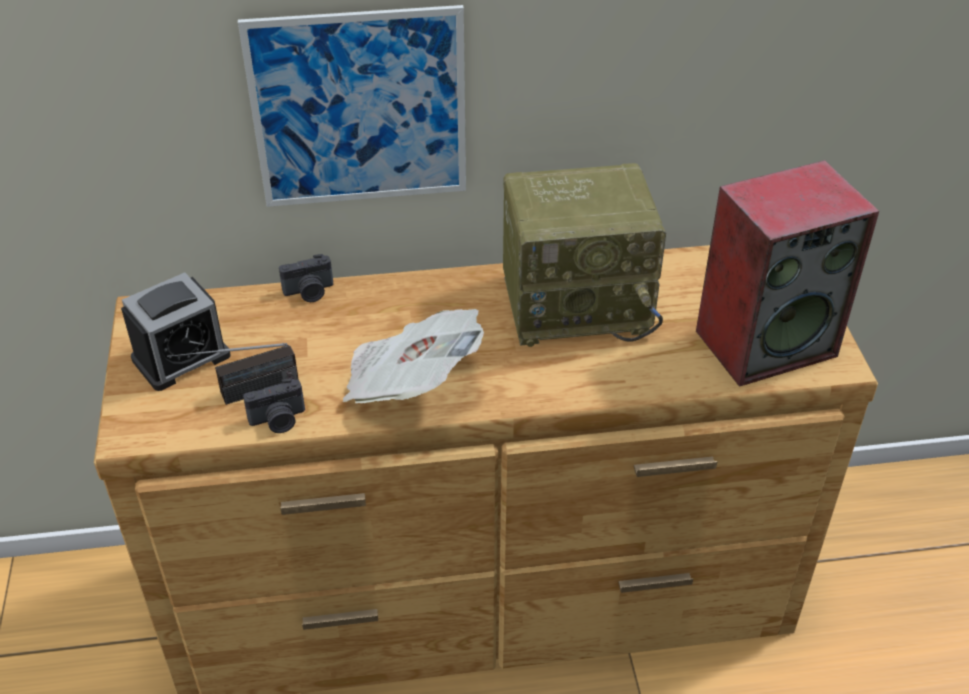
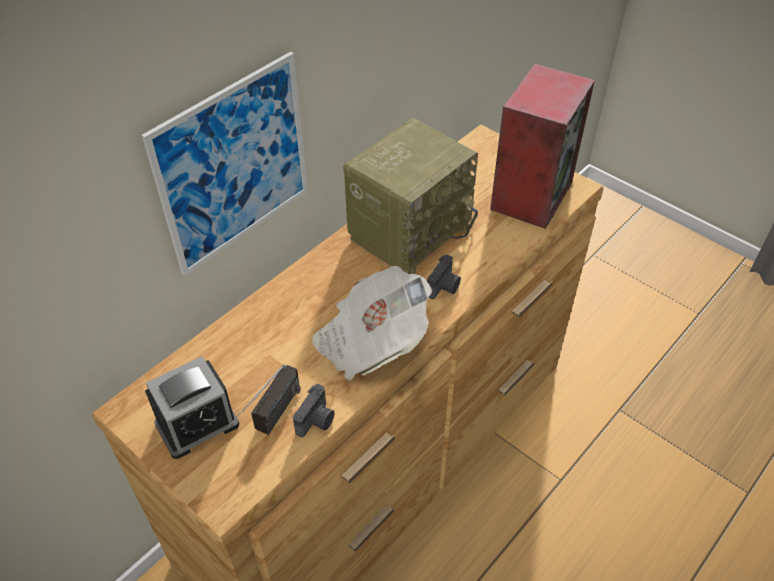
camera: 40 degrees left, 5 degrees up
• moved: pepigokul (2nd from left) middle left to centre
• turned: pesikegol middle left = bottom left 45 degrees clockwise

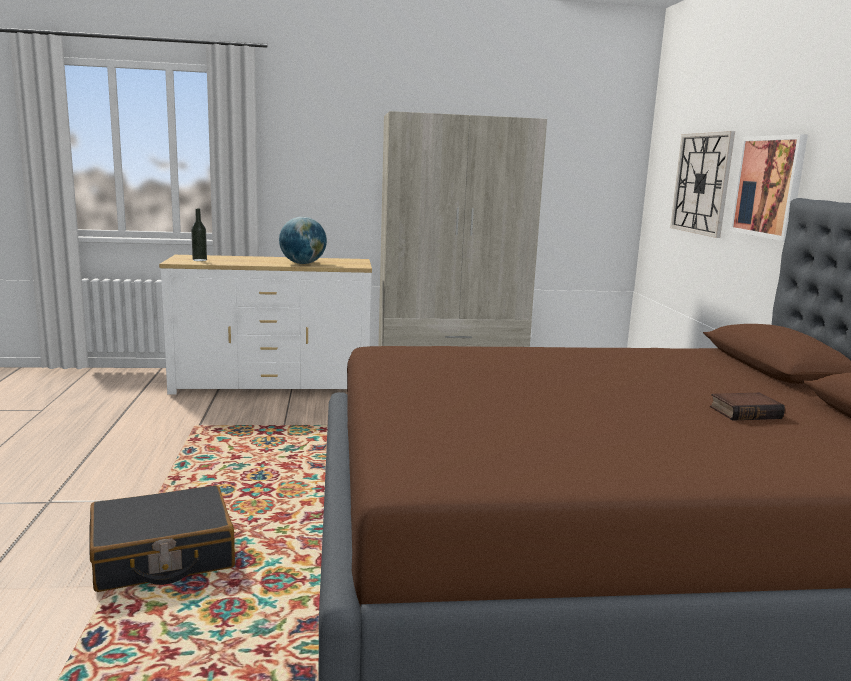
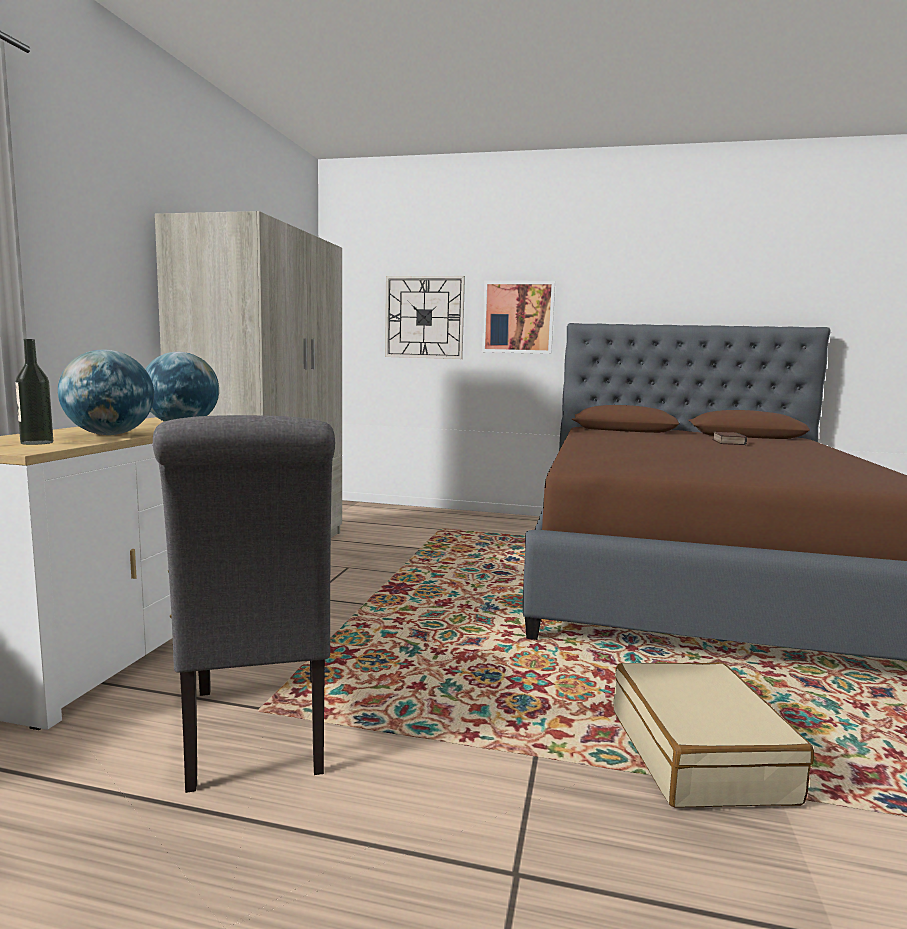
camera: 70 degrees left, 5 degrees down
• recoloured: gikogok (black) bottom left to gikogok (beige) bottom right
• added: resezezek (1st from left) middle left
• added: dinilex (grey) middle left

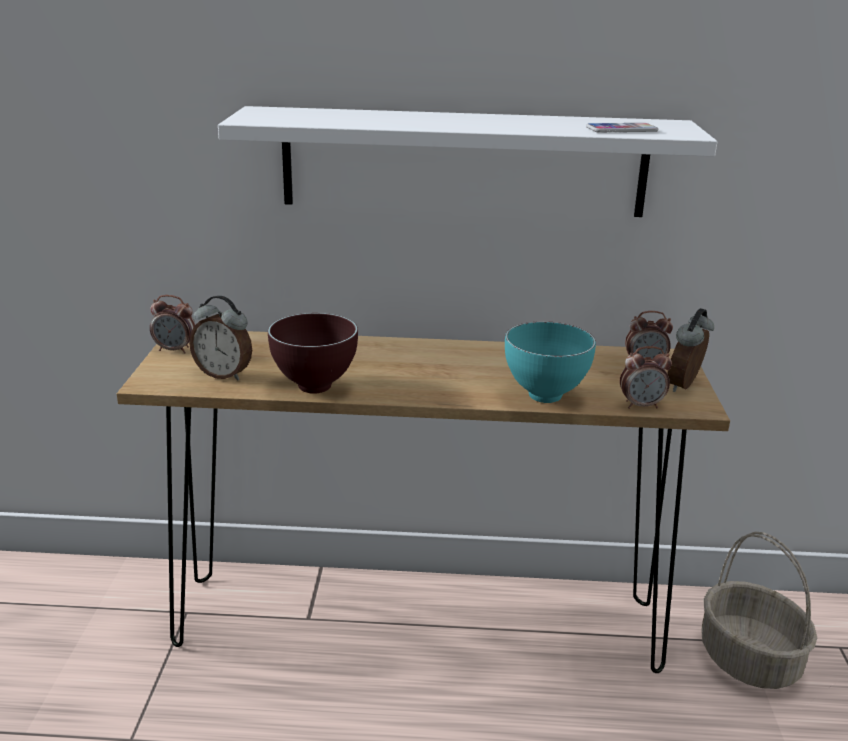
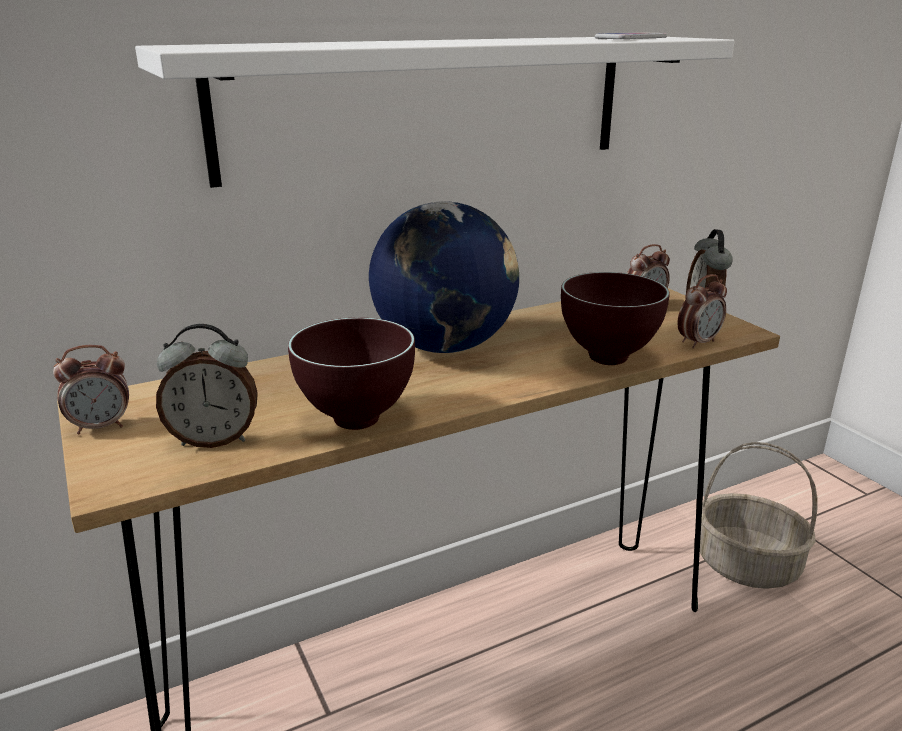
camera: 30 degrees left, 0 degrees up
• recoloured: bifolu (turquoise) centre to bifolu (brown) (2nd from left) middle right
• added: resezezek centre

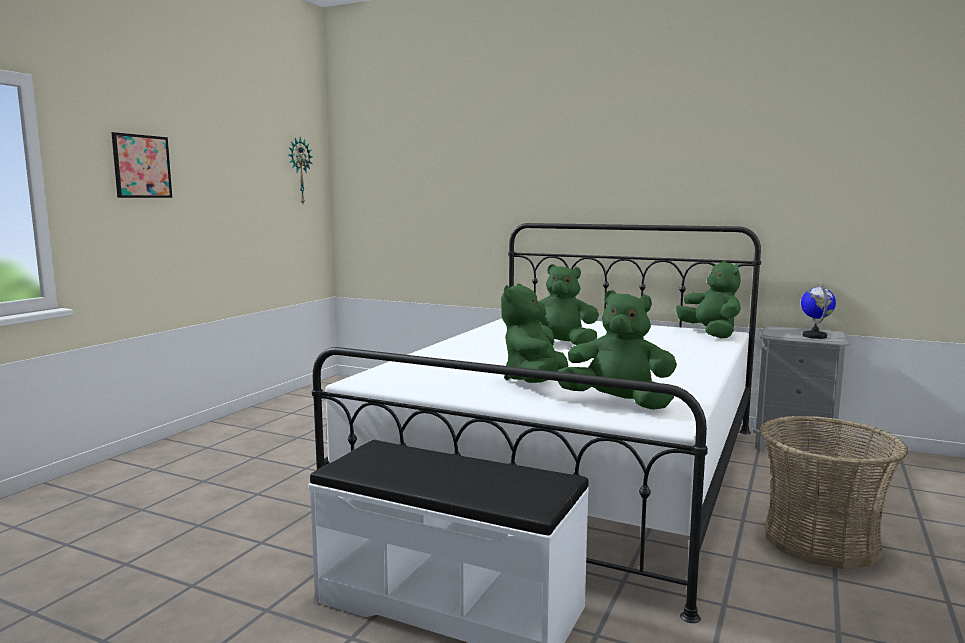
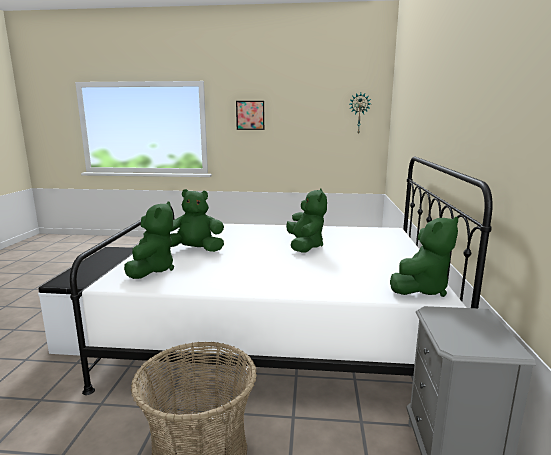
camera: 70 degrees right, 5 degrees up
• removed: resezezek middle right

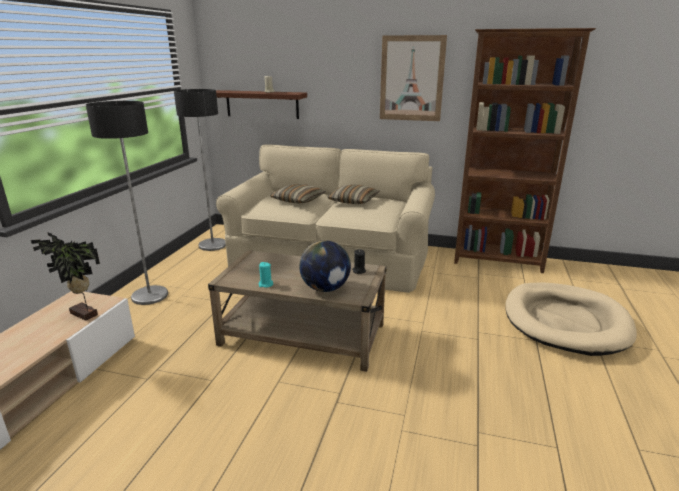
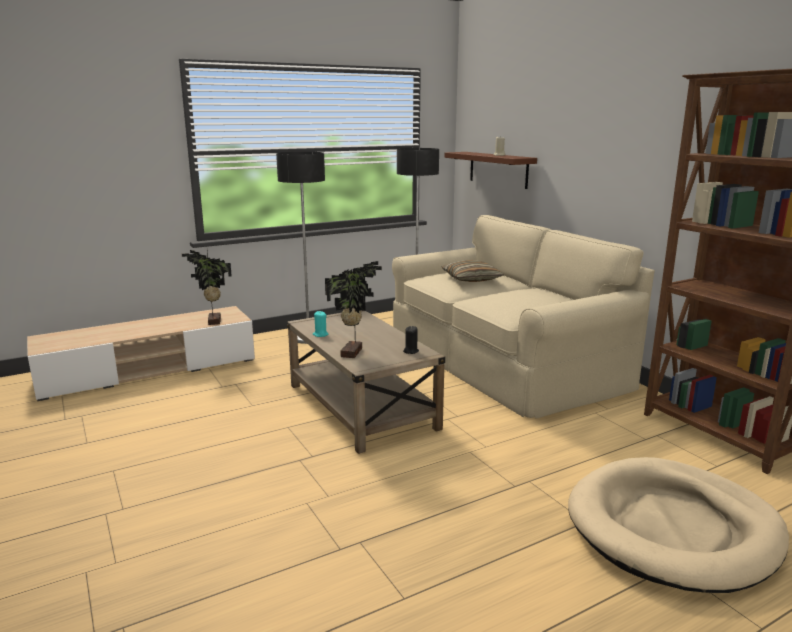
camera: 45 degrees right, 5 degrees down
• removed: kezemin top centre
• removed: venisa (2nd from left) centre
• replaced: resezezek centre to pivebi (2nd from left) centre

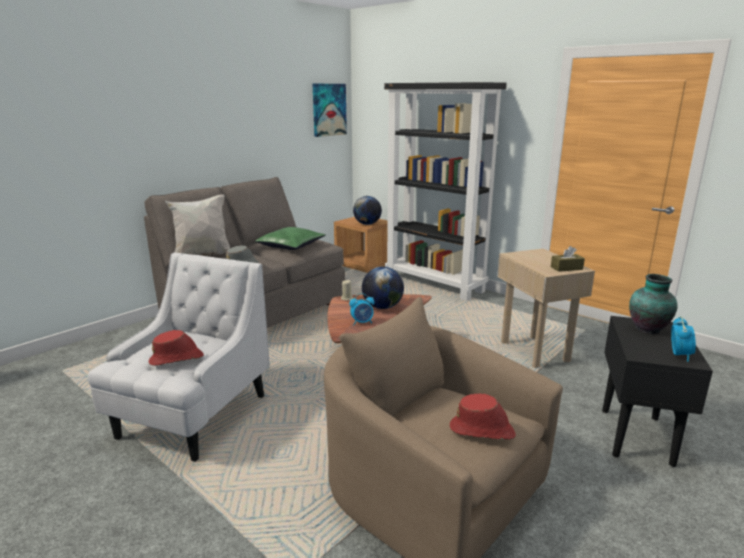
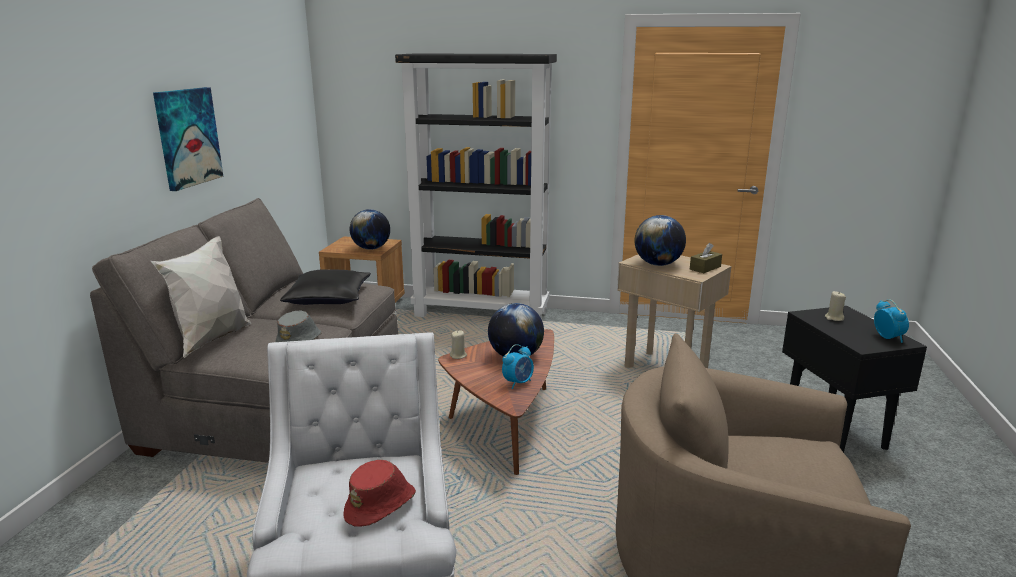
camera: 30 degrees left, 0 degrees up
• moved: kezemin top centre to top left
• recoloured: venisa (green) centre to venisa (black) middle left
• replaced: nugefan middle right to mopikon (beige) (2nd from left) middle right
• removed: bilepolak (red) (2nd from left) bottom centre
• added: resezezek (3rd from left) centre

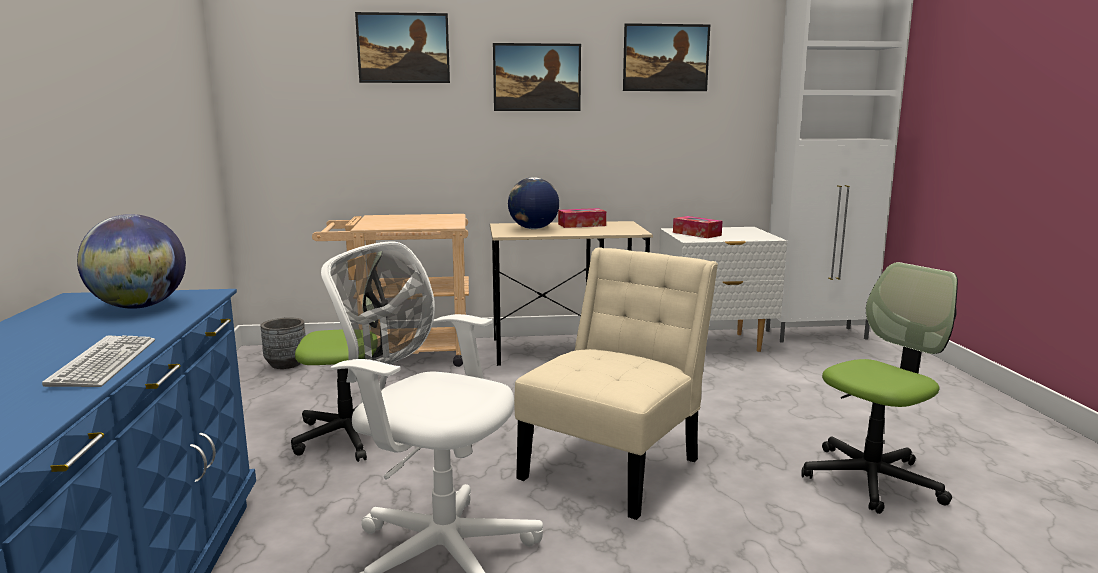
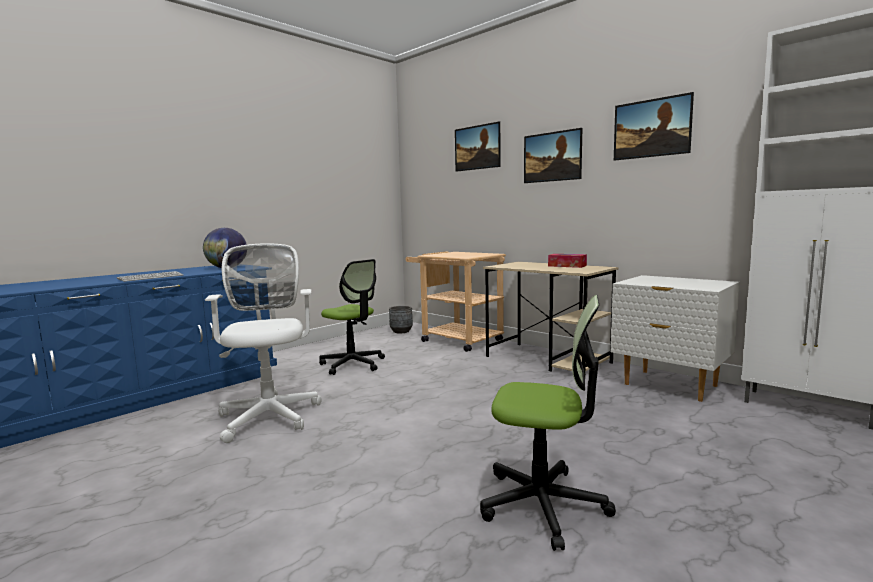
camera: 50 degrees right, 5 degrees down
• removed: resezezek (2nd from left) centre
• removed: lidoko (2nd from left) centre
• removed: dinilex (beige) bottom centre

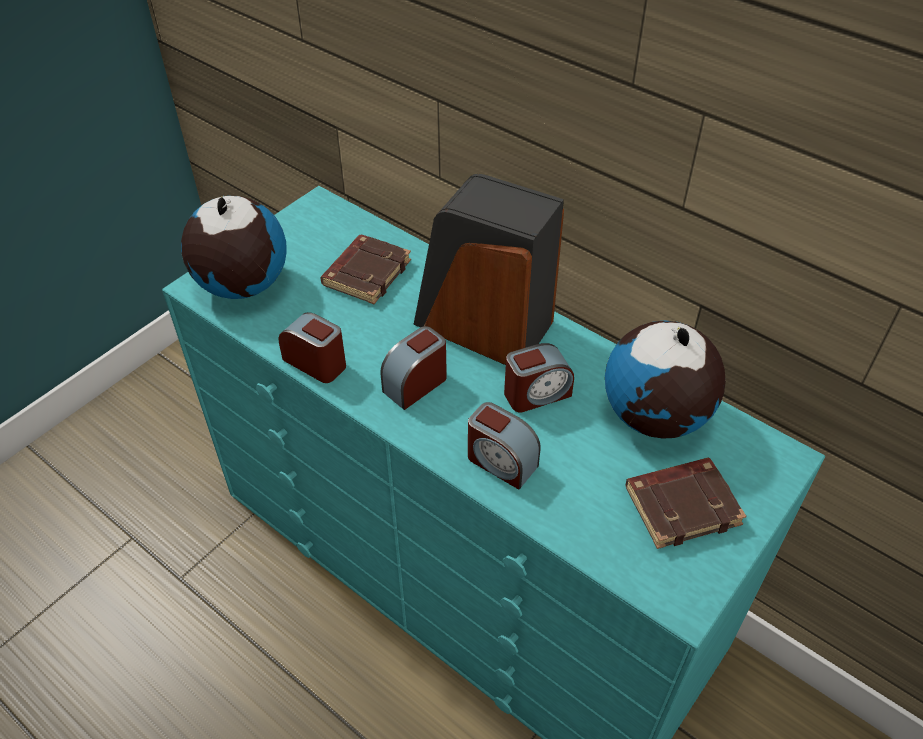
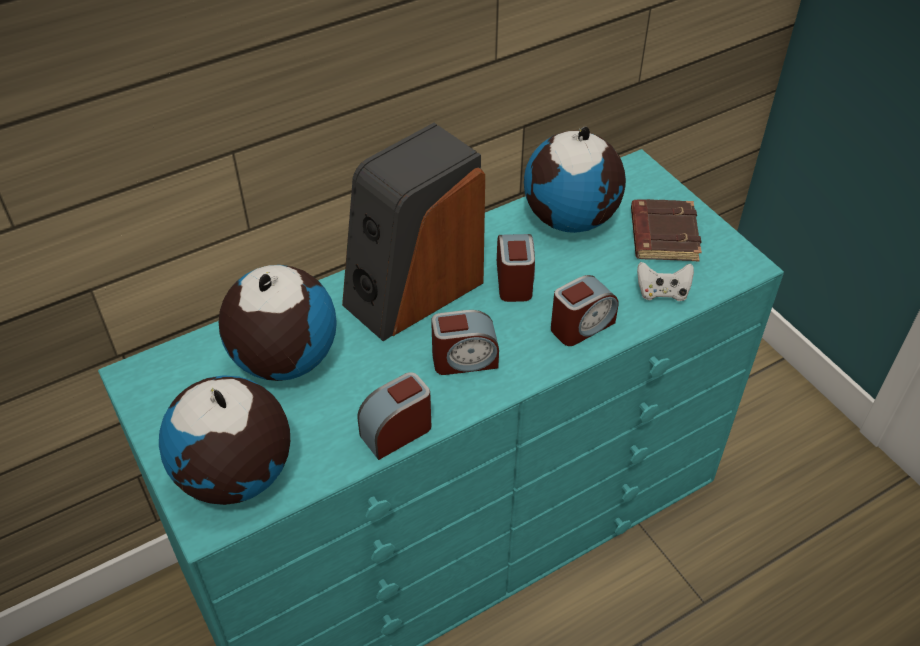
camera: 70 degrees left, 0 degrees up
• replaced: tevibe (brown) (1st from left) centre to resezezek (2nd from left) middle left
• turned: pesikegol (2nd from left) centre = centre 75 degrees counterclockwise
• added: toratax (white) middle right

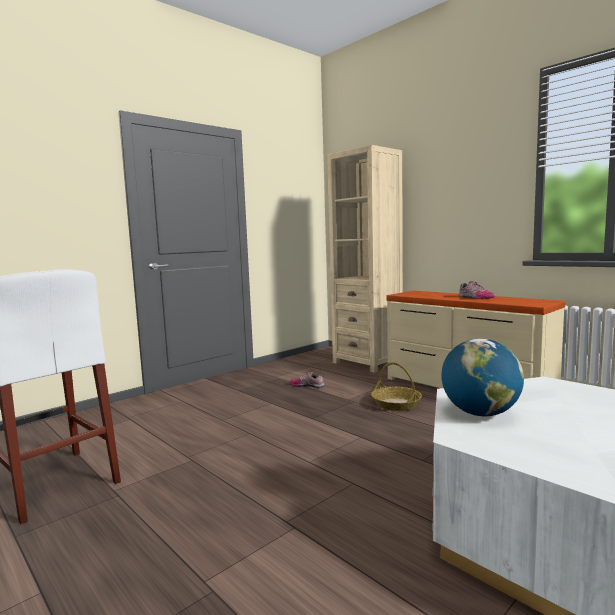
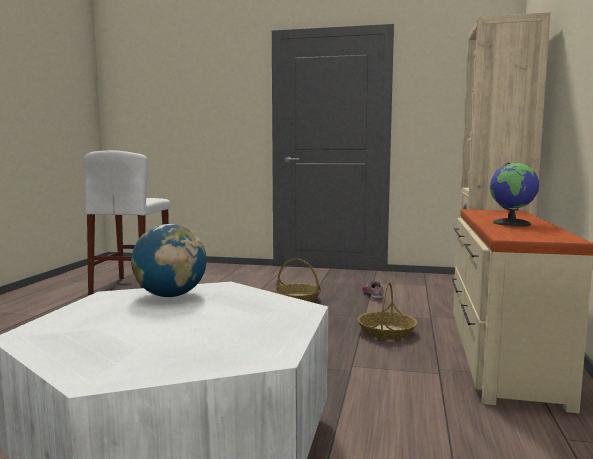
camera: 55 degrees right, 0 degrees up
• replaced: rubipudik (2nd from left) middle right to resezezek (2nd from left) middle right
• added: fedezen (1st from left) centre

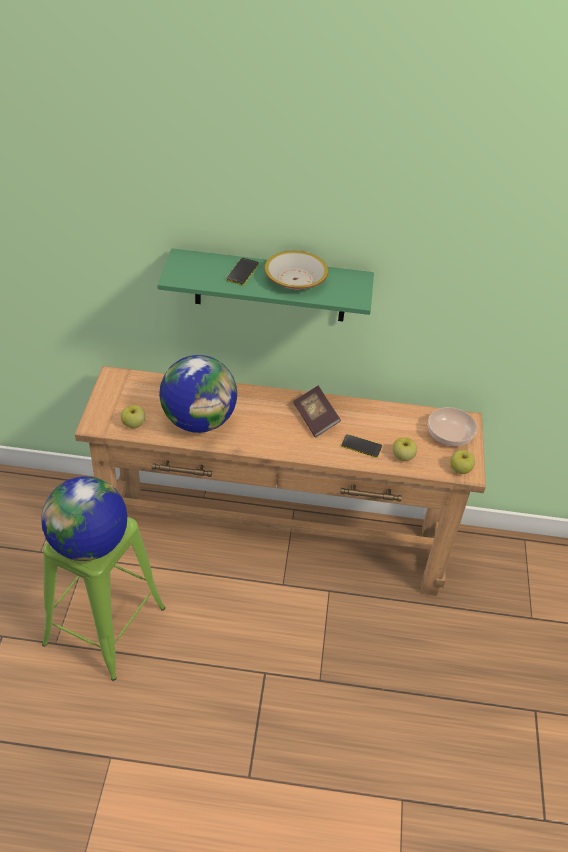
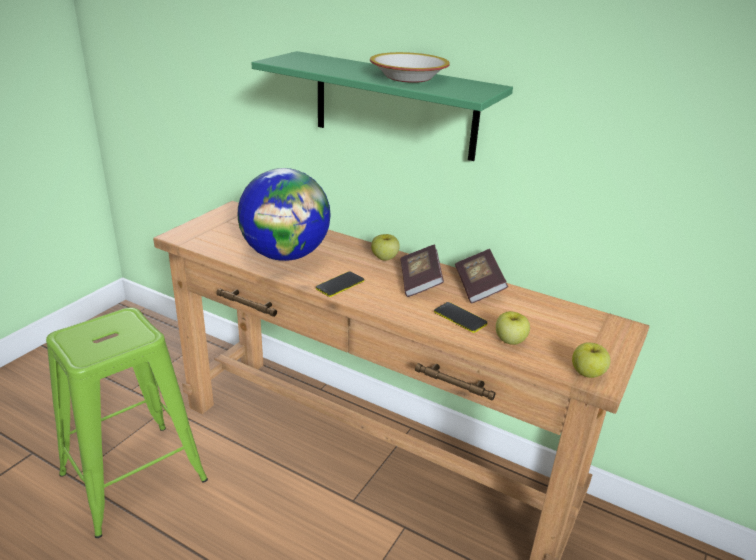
camera: 25 degrees right, 15 degrees down
• moved: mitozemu (1st from left) top centre to centre
• moved: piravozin (1st from left) middle left to centre
• removed: bifolu (2nd from left) middle right
• removed: resezezek (1st from left) middle left
• added: tevibe (2nd from left) centre

